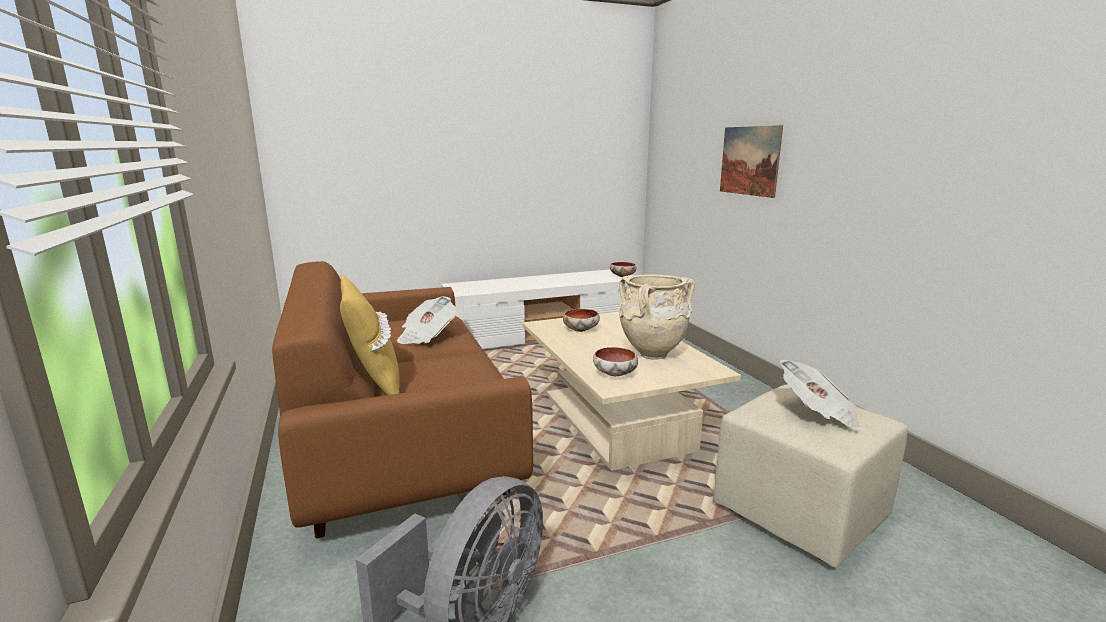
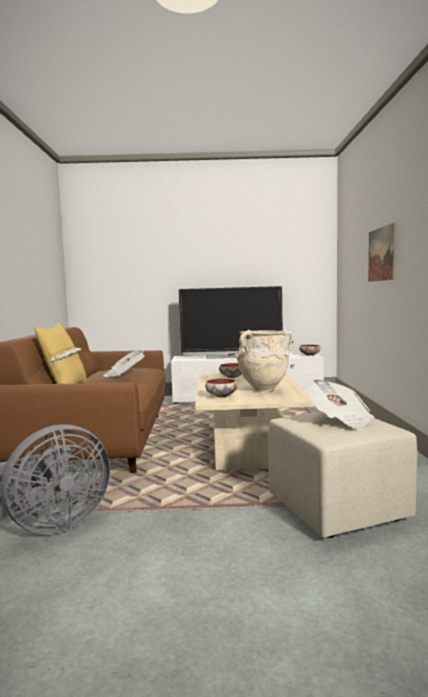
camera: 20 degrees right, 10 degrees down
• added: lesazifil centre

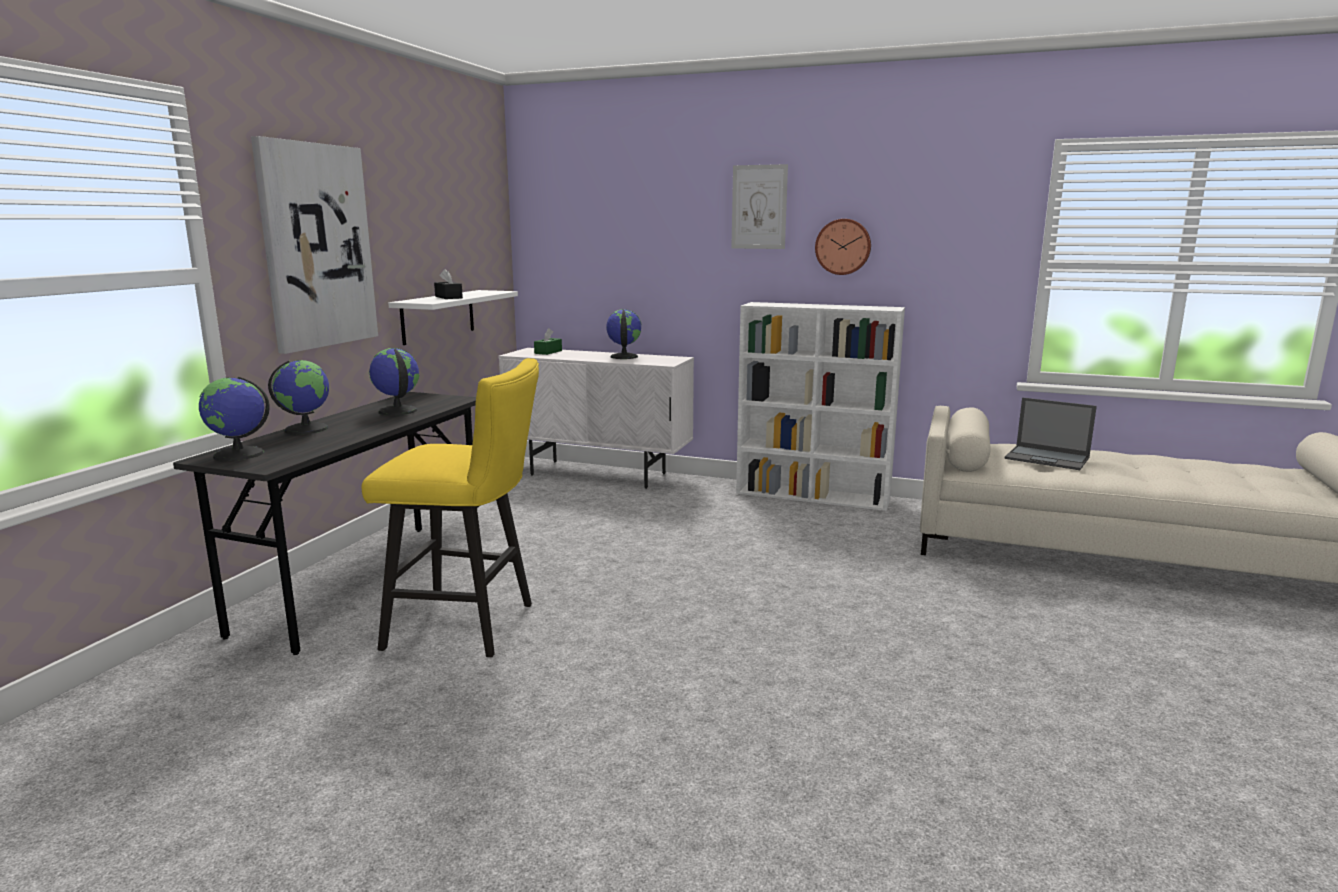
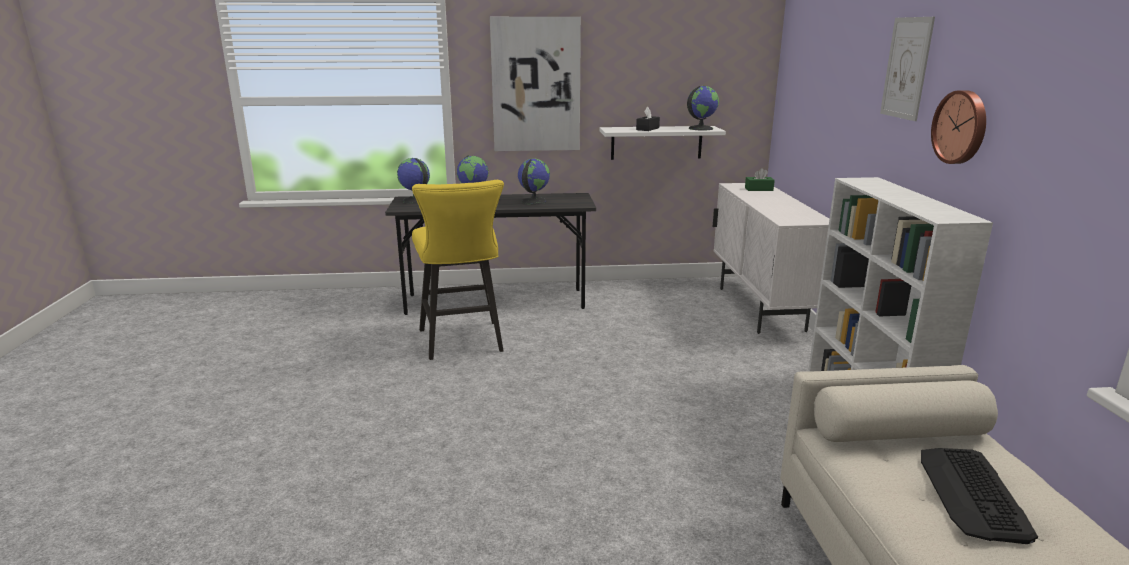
camera: 65 degrees right, 5 degrees up
• moved: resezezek (4th from left) centre to top centre
• replaced: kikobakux middle right to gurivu bottom right

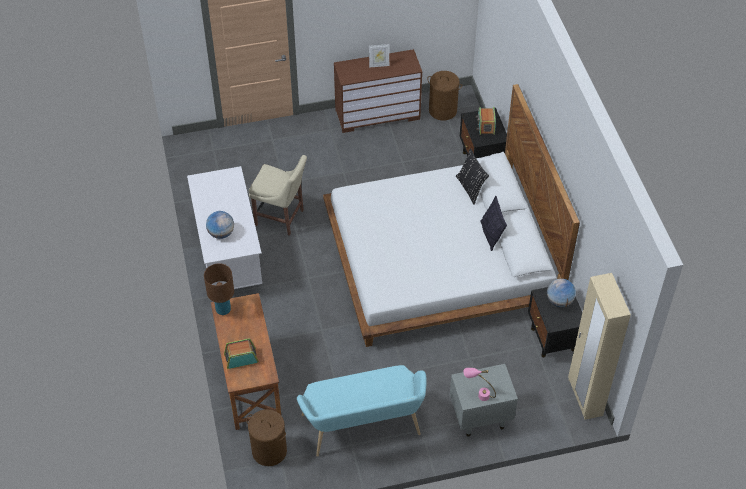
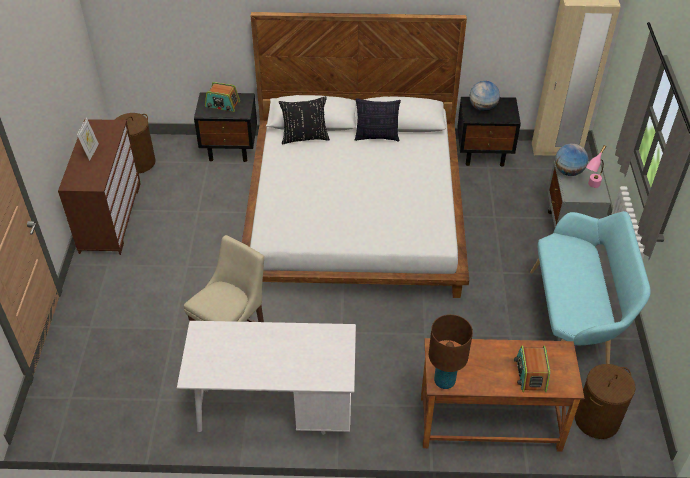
camera: 75 degrees left, 5 degrees down
• moved: resezezek (1st from left in the first image) middle left to resezezek (2nd from left) top right

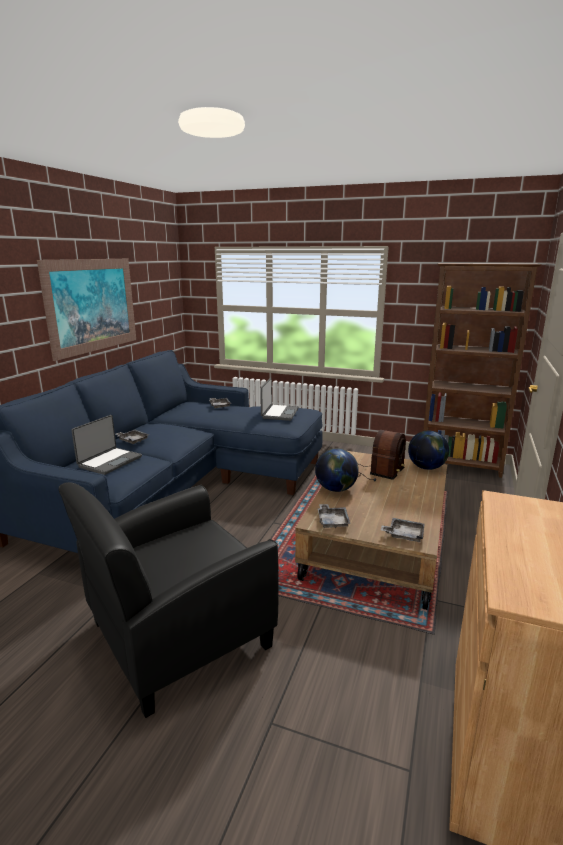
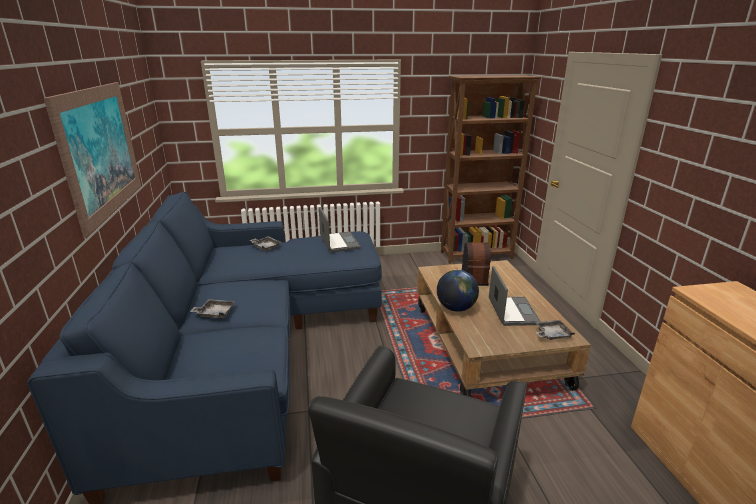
camera: 30 degrees left, 5 degrees up
• moved: kikobakux (1st from left in the first image) middle left to kikobakux (2nd from left) middle right
• removed: resezezek (2nd from left) middle right
• removed: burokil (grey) (3rd from left) centre

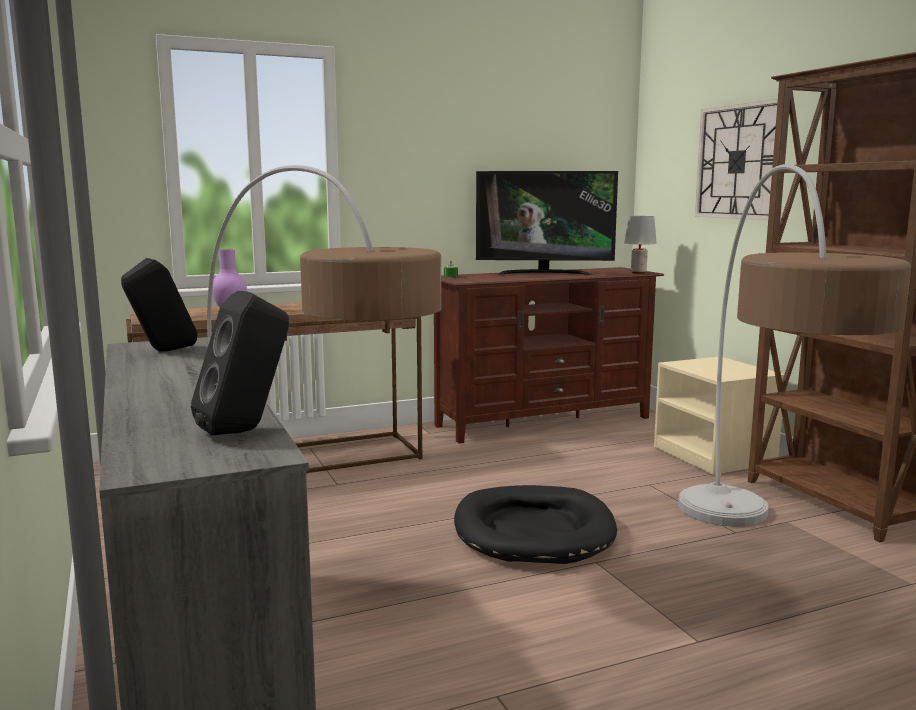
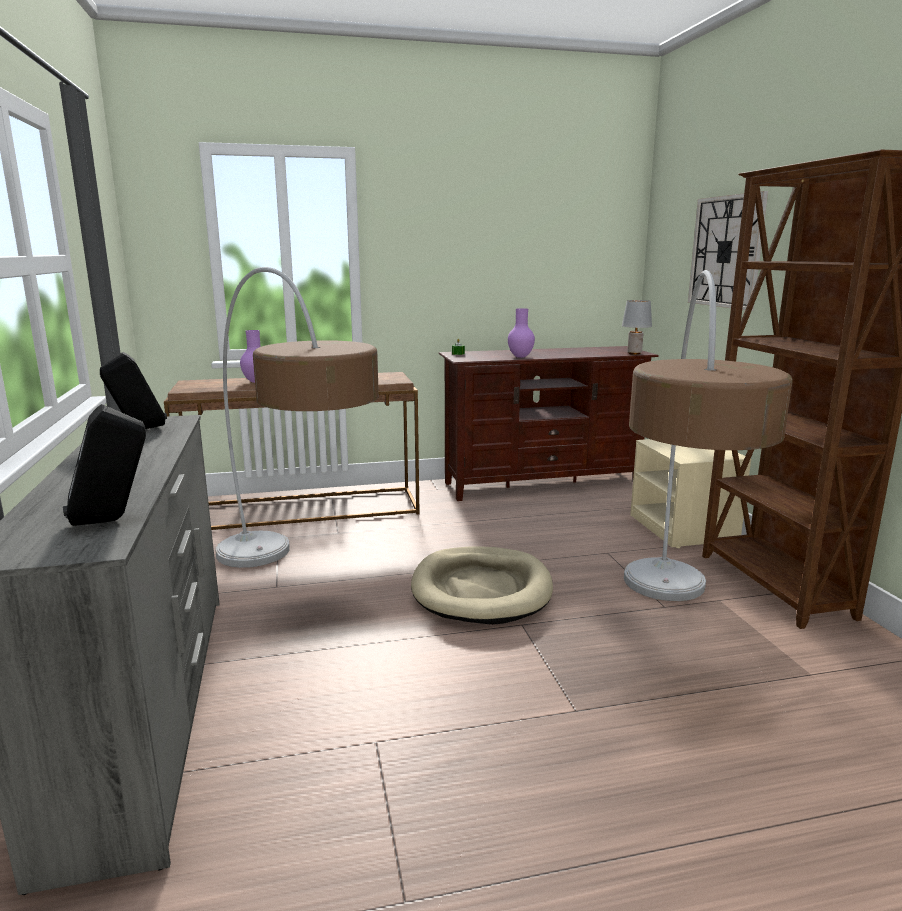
camera: 10 degrees right, 5 degrees up
• removed: lesazifil top centre
• recoloured: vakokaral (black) bottom centre to vakokaral (beige) centre
• added: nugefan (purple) (2nd from left) centre

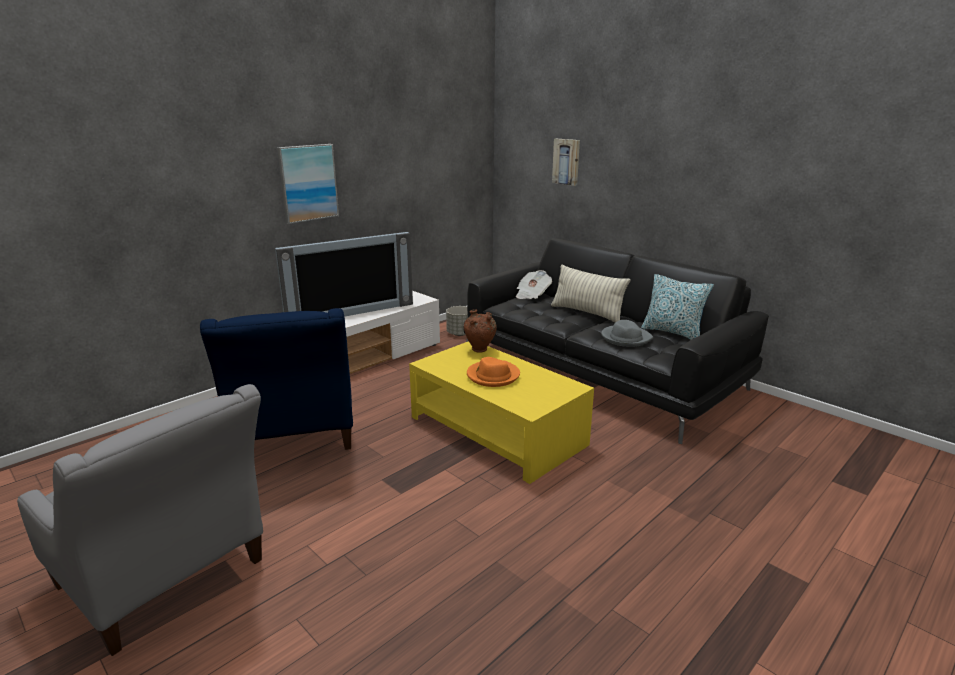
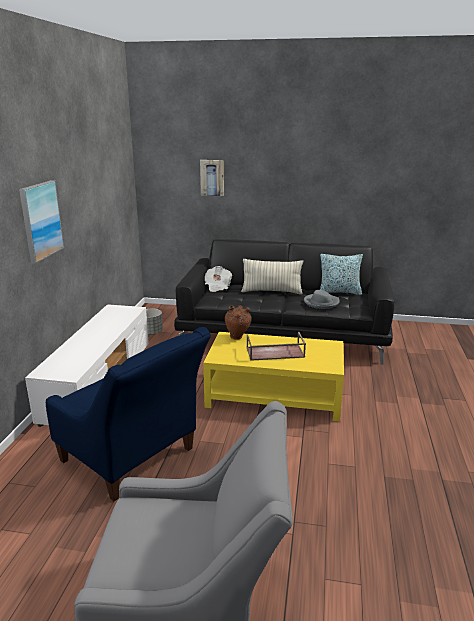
camera: 35 degrees left, 0 degrees up
• removed: lesazifil centre
• replaced: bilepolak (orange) centre to burokil (brown) centre

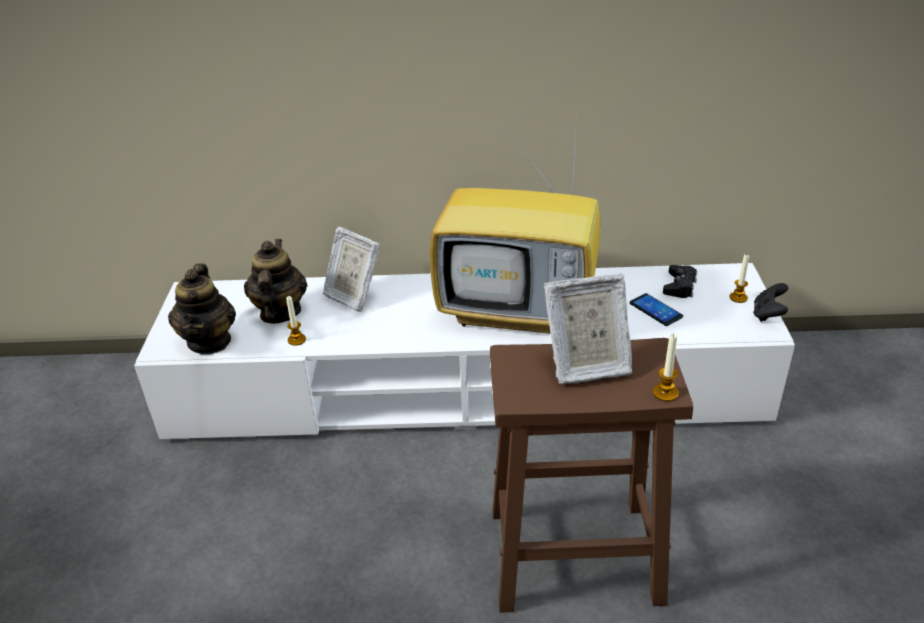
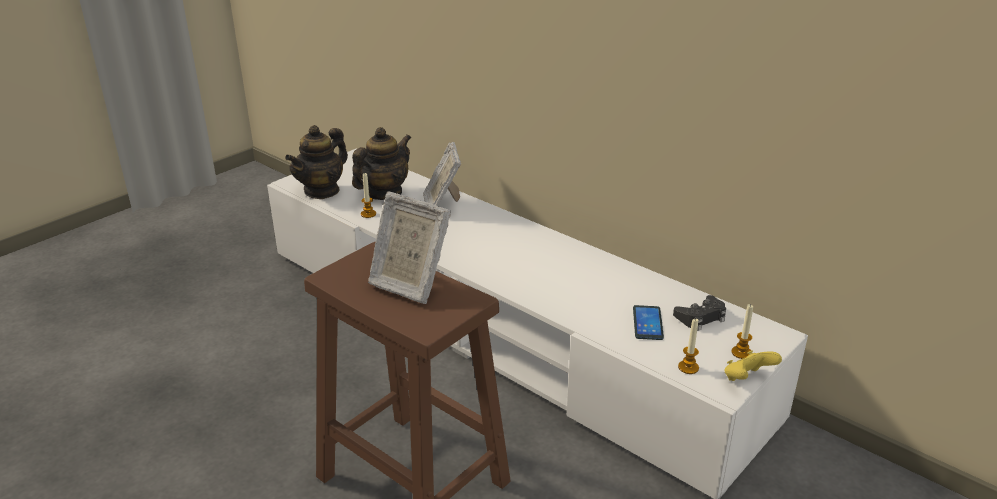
camera: 40 degrees right, 5 degrees down
• removed: lesazifil centre
• recoloured: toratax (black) (2nd from left) middle right to toratax (yellow) bottom right
• moved: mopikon (2nd from left) middle right to bottom right

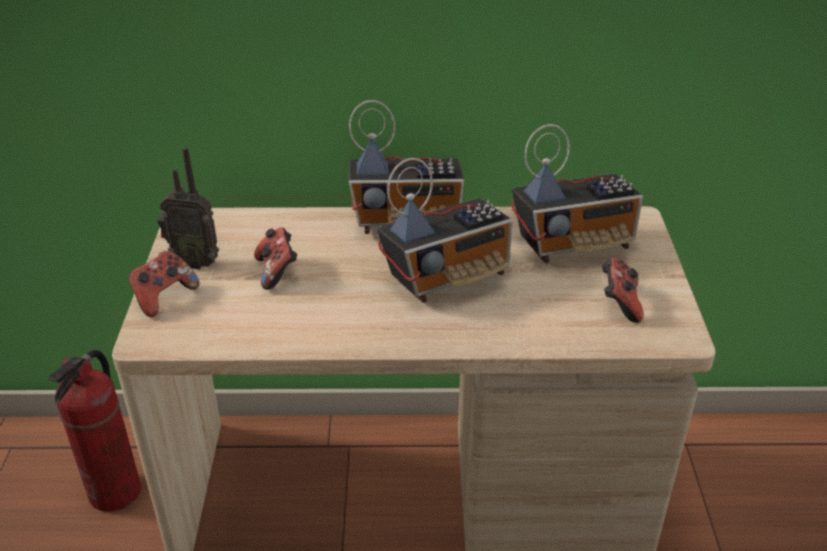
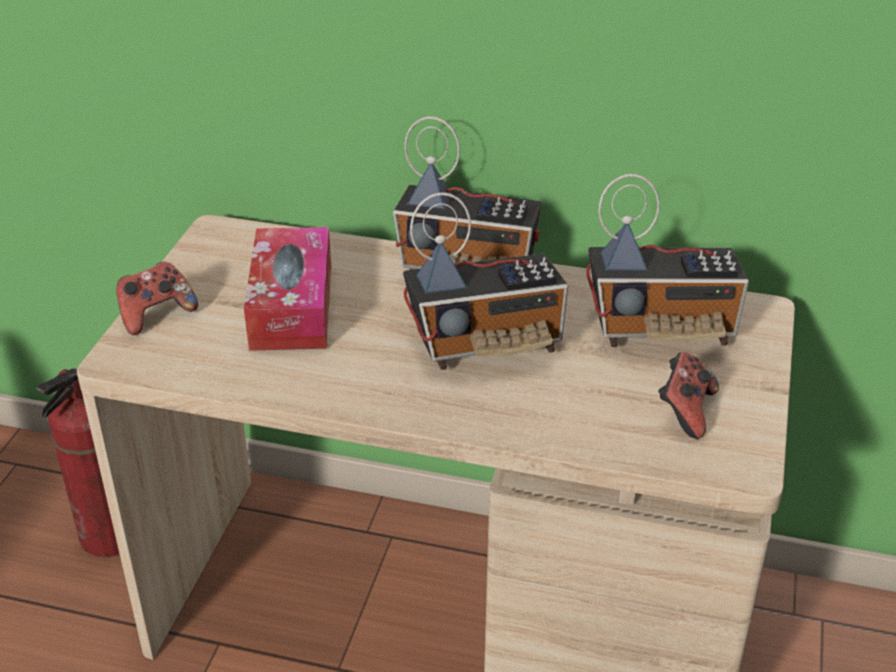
camera: 15 degrees right, 0 degrees up
• removed: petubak (1st from left) middle left
• replaced: toratax (2nd from left) middle left to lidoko middle left

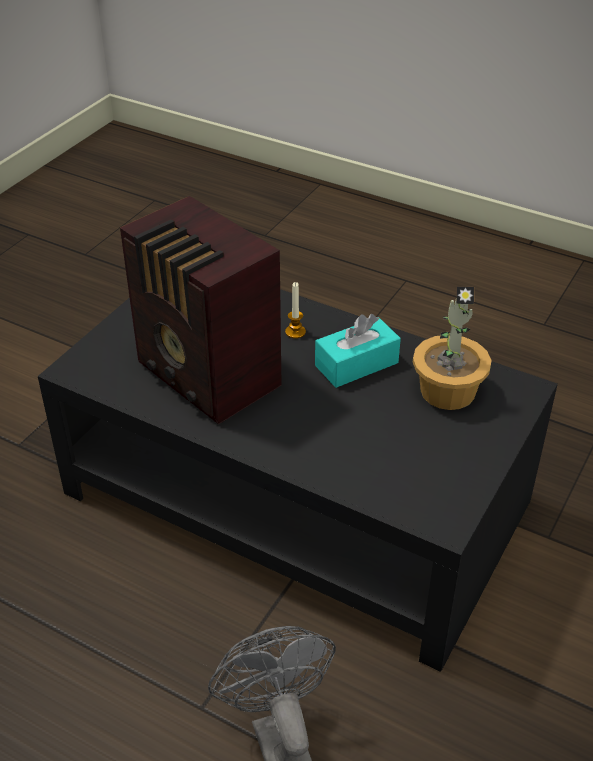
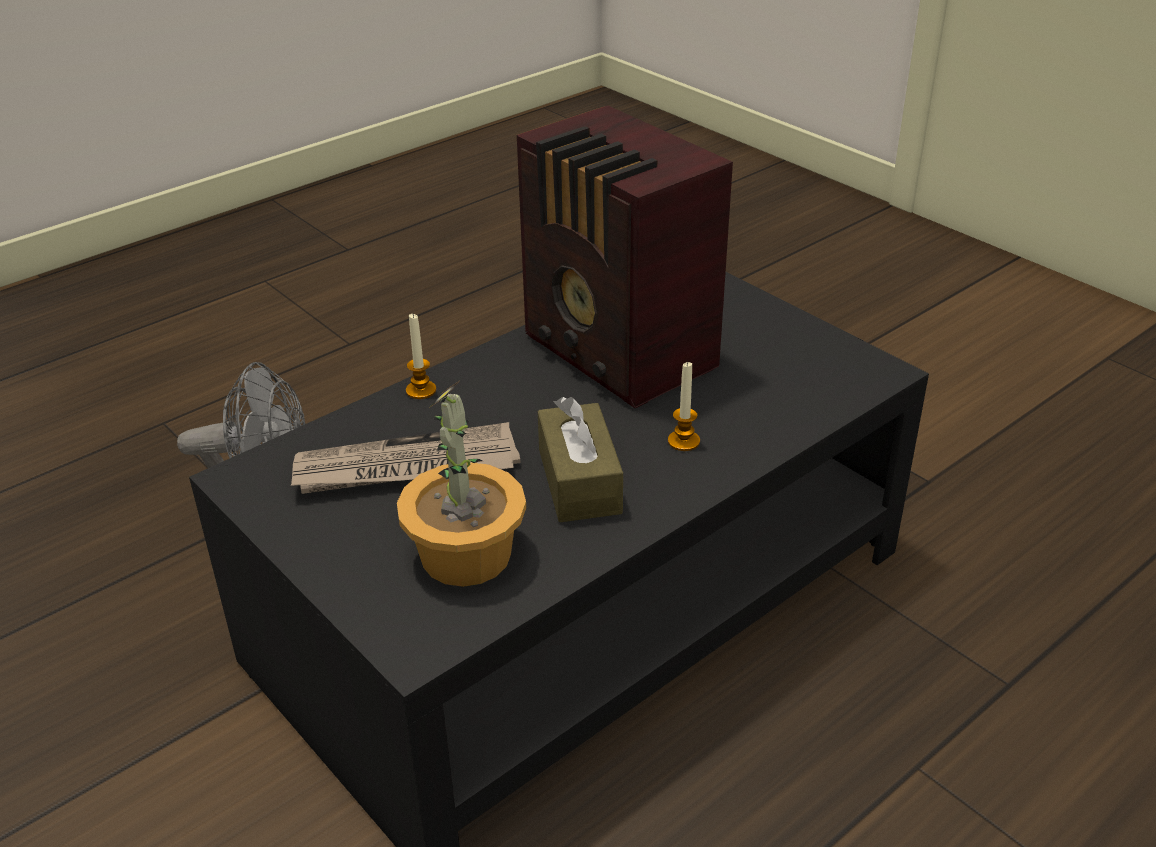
camera: 110 degrees right, 5 degrees down
• turned: petubak centre = top centre 105 degrees counterclockwise
• recoloured: lidoko (turquoise) centre to lidoko (brown) centre
• added: mopikon (1st from left) centre
• added: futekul centre

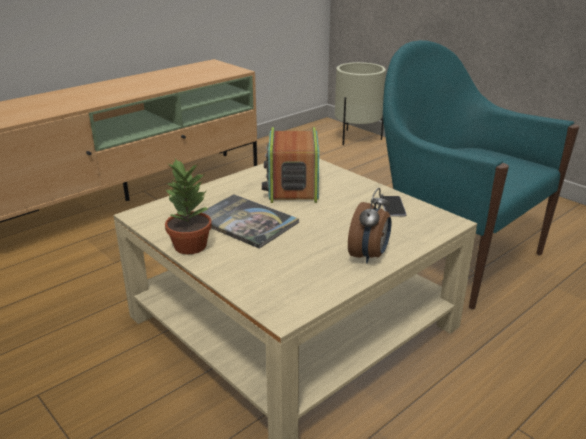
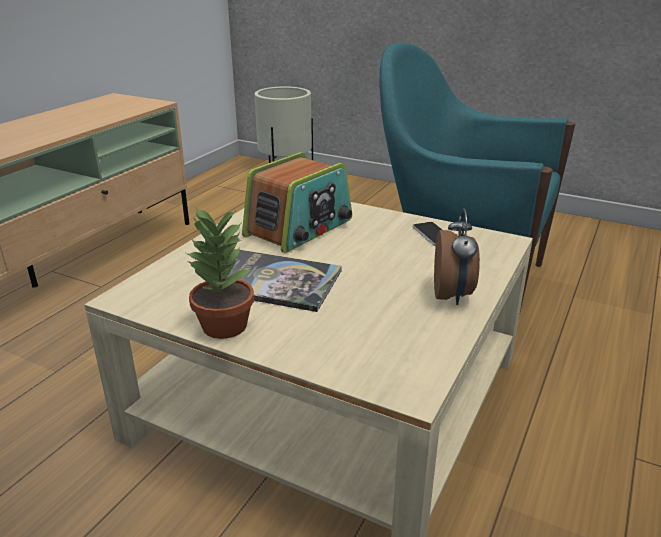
camera: 20 degrees left, 0 degrees up
• turned: petubak centre = centre 120 degrees counterclockwise

